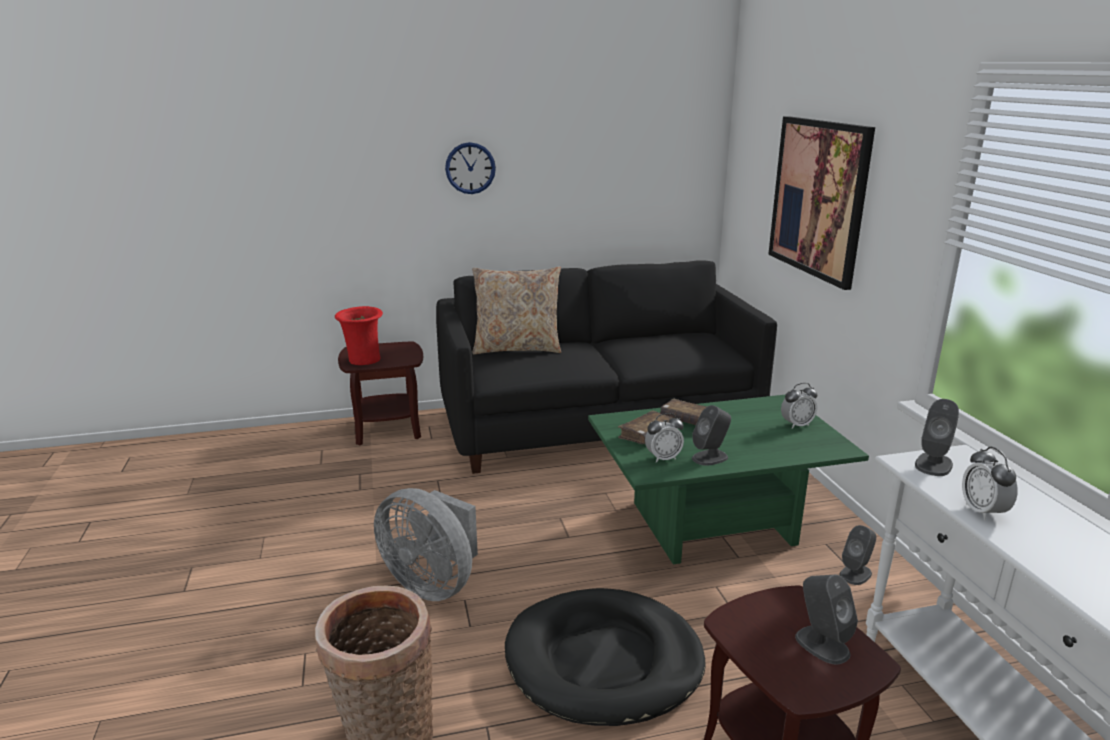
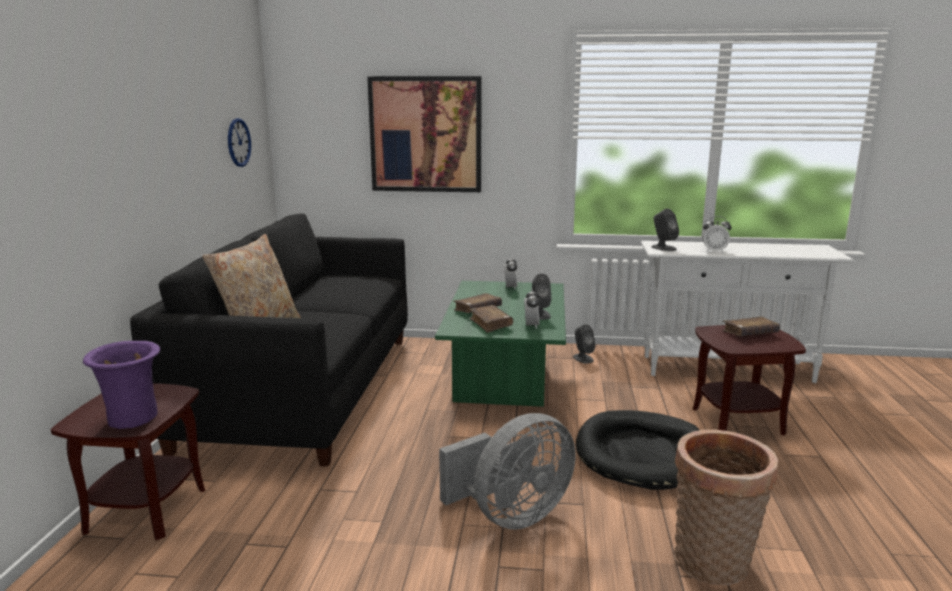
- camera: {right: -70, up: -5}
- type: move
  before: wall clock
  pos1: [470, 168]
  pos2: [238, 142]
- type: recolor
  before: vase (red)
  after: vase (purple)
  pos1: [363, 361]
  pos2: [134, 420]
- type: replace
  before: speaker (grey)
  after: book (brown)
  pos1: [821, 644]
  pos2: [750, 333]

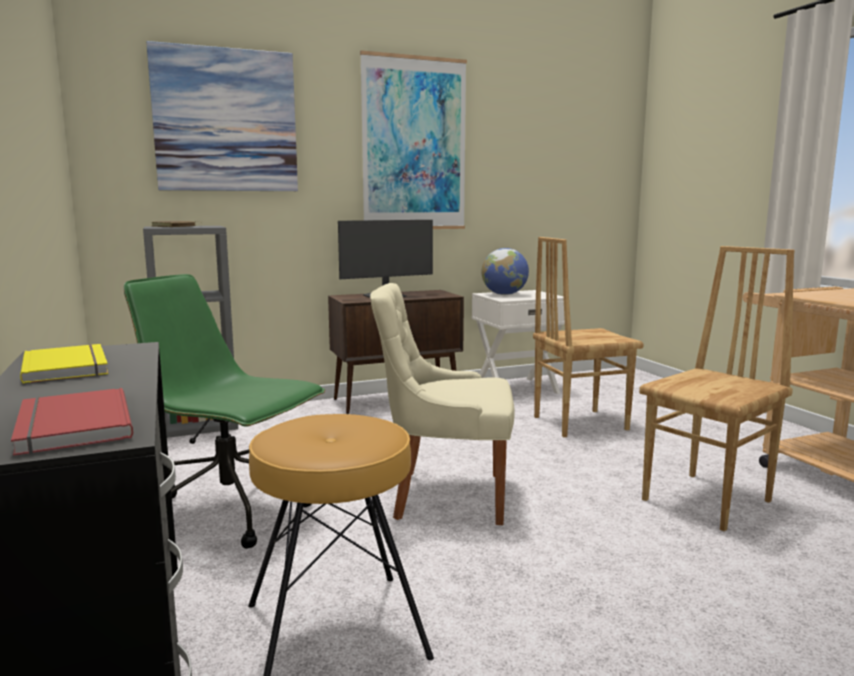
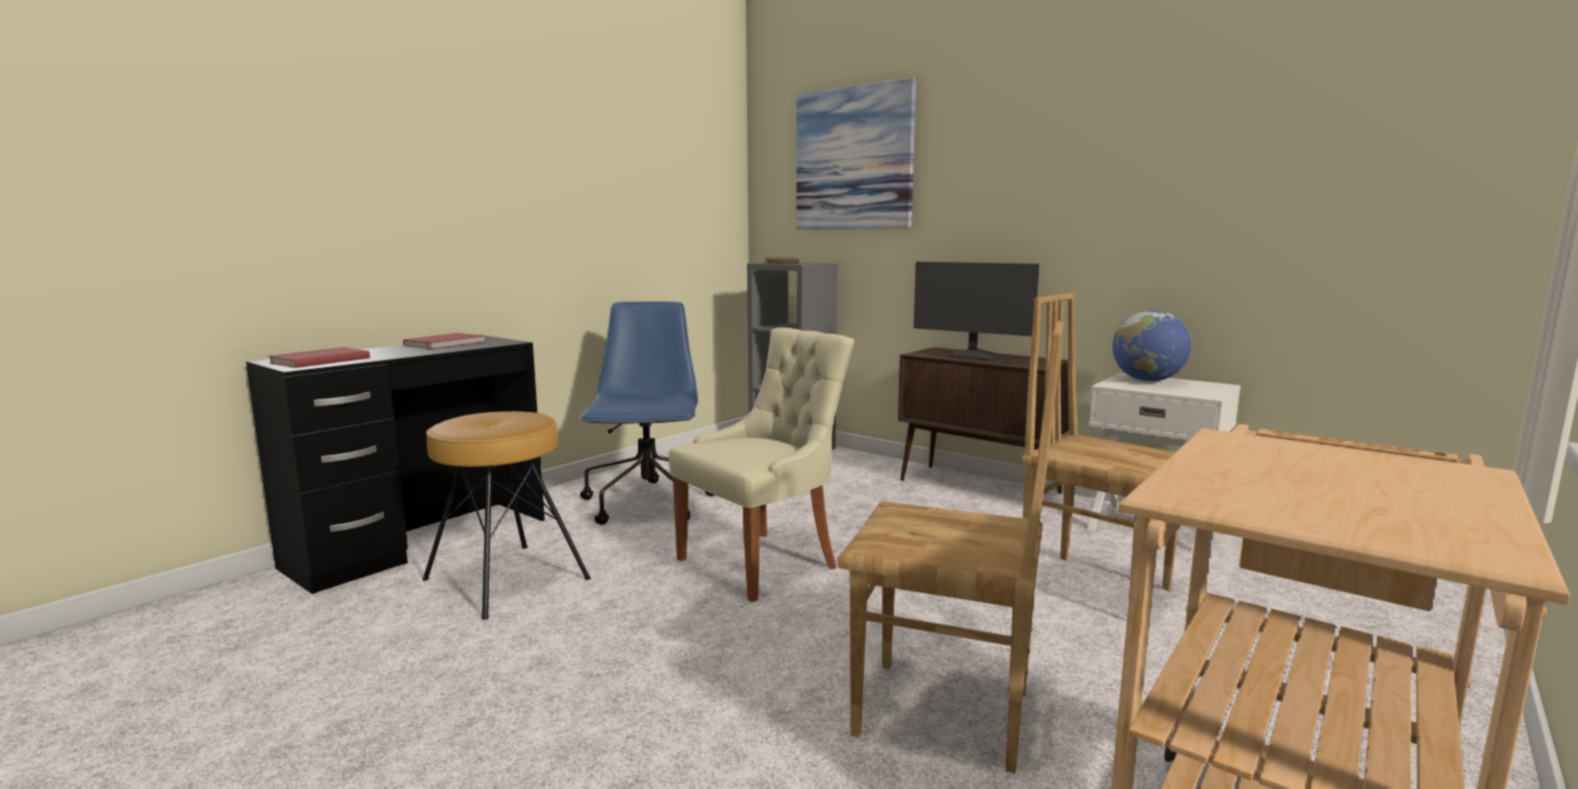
- camera: {right: 60, up: 0}
- type: delete
  before: picture
  pos1: [414, 144]
- type: recolor
  before: office chair (green)
  after: office chair (blue)
  pos1: [232, 513]
  pos2: [648, 504]
- type: rotate
  before: chair (beige)
  pos1: [444, 496]
  pos2: [762, 562]
  turn: 75
- type: recolor
  before: book (yellow)
  after: book (red)
  pos1: [69, 367]
  pos2: [447, 344]

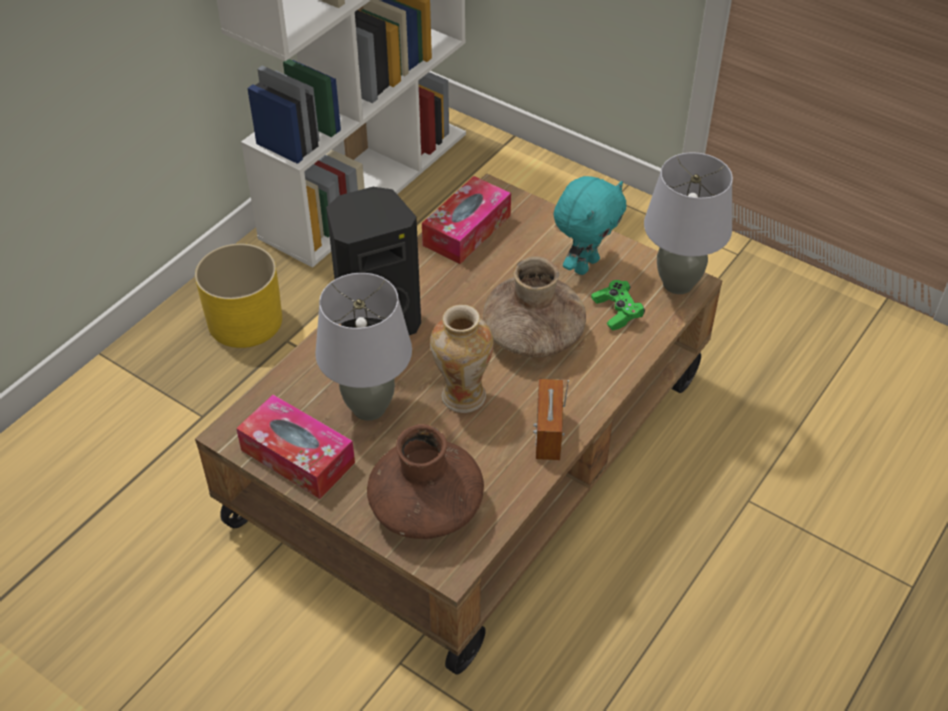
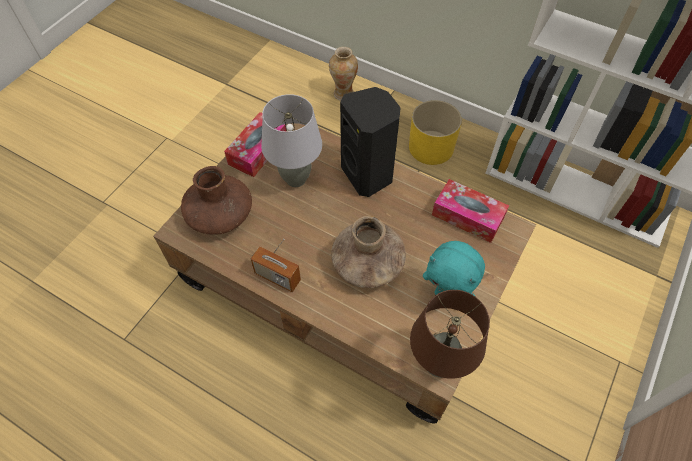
- camera: {right: 85, up: 10}
- type: recolor
  before: table lamp (grey)
  after: table lamp (brown)
  pos1: [678, 284]
  pos2: [438, 365]
- type: delete
  before: game controller (green)
  pos1: [617, 311]
- type: move
  before: vase
  pos1: [462, 396]
  pos2: [343, 93]
- type: rotate
  before: radio
  pos1: [548, 434]
  pos2: [277, 277]
  turn: -150

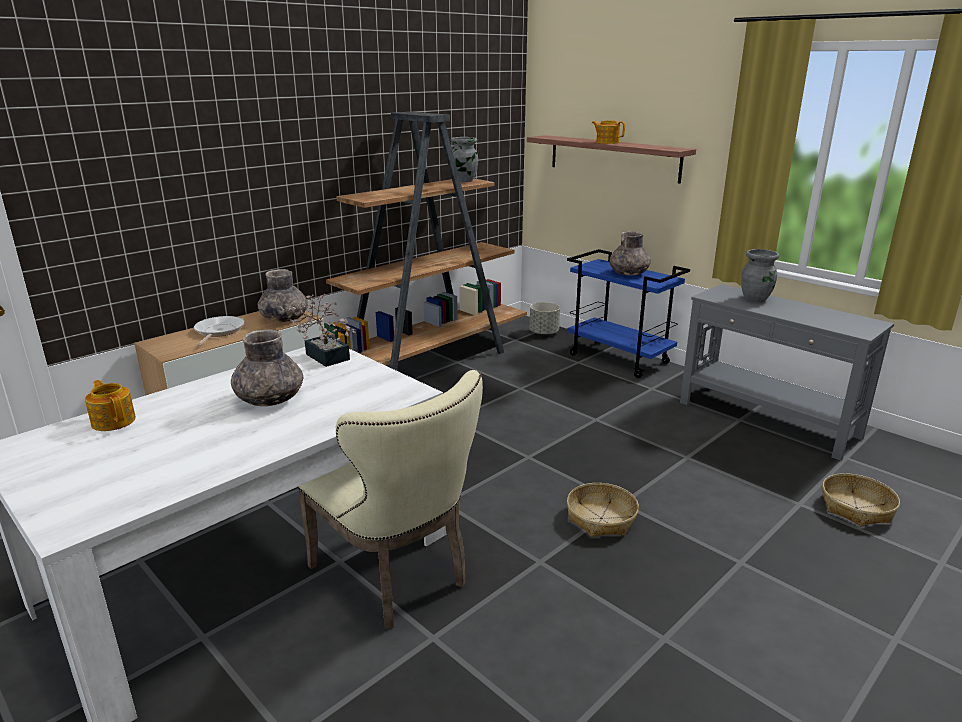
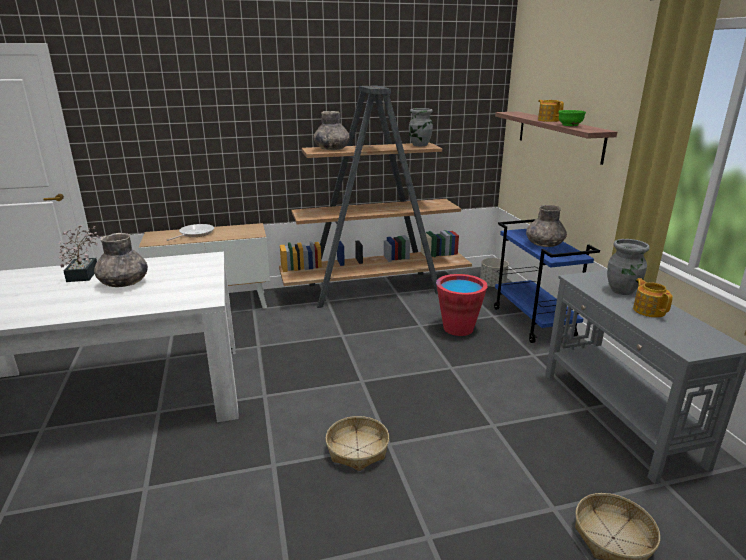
- camera: {right: 30, up: 0}
- type: move
  before: vase (grey)
  pos1: [284, 319]
  pos2: [332, 149]
- type: move
  before: potted plant
  pos1: [325, 355]
  pos2: [84, 273]
- type: delete
  before: chair (beige)
  pos1: [397, 577]
- type: move
  before: teapot
  pos1: [114, 421]
  pos2: [649, 310]
- type: insert
  after: bowl (green)
  pos2: [570, 125]
- type: insert
  after: bucket (red)
  pos2: [458, 328]

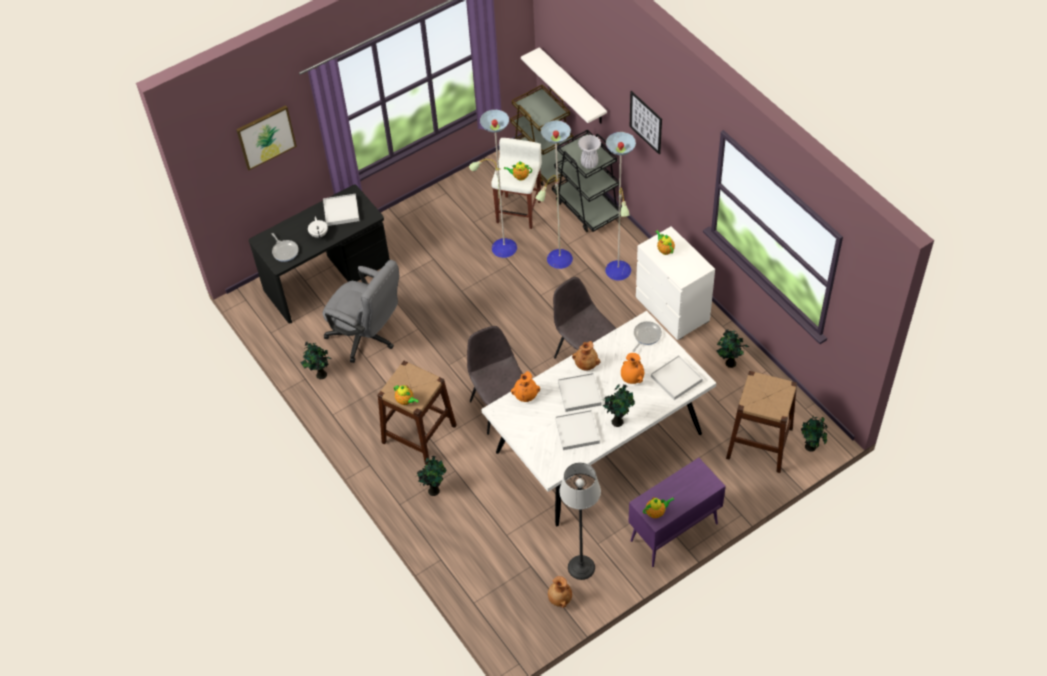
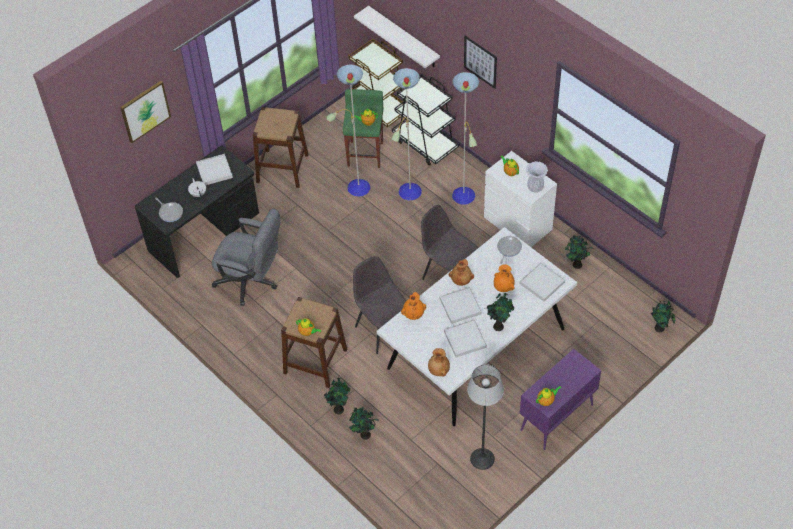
- camera: {right: -10, up: 0}
- type: move
  before: vase (white)
  pos1: [589, 164]
  pos2: [535, 188]
- type: recolor
  before: stool (white)
  after: stool (green)
  pos1: [519, 211]
  pos2: [365, 153]
- type: move
  before: potted plant
  pos1: [320, 375]
  pos2: [364, 435]
- type: move
  before: stool (brown)
  pos1: [759, 443]
  pos2: [282, 168]
- type: move
  before: vase (brown)
  pos1: [559, 599]
  pos2: [438, 370]

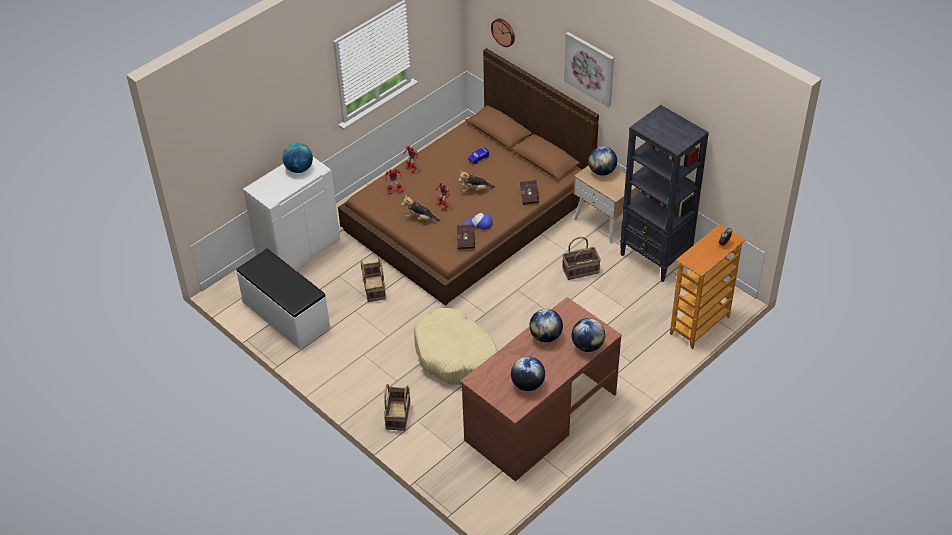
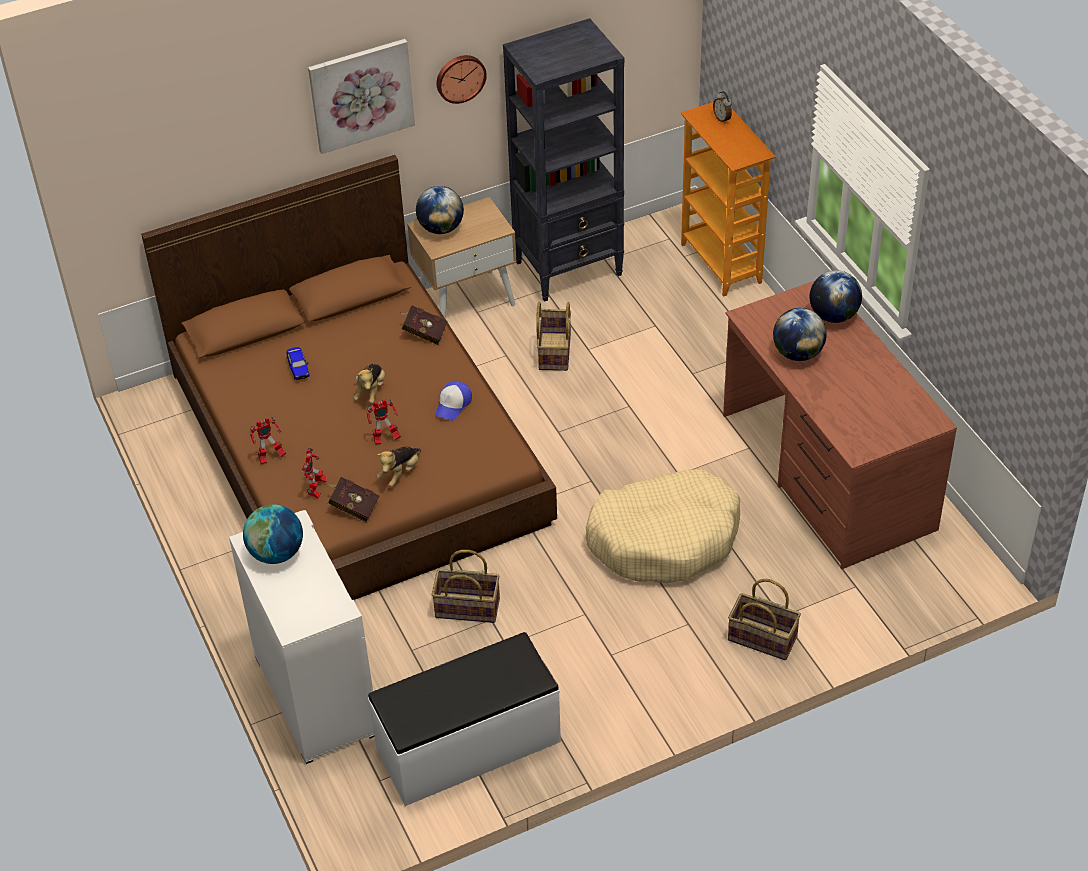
- camera: {right: -70, up: 0}
- type: move
  before: wall clock
  pos1: [504, 32]
  pos2: [460, 77]
- type: move
  before: book (red)
  pos1: [466, 241]
  pos2: [353, 506]
- type: delete
  before: globe
  pos1: [527, 384]

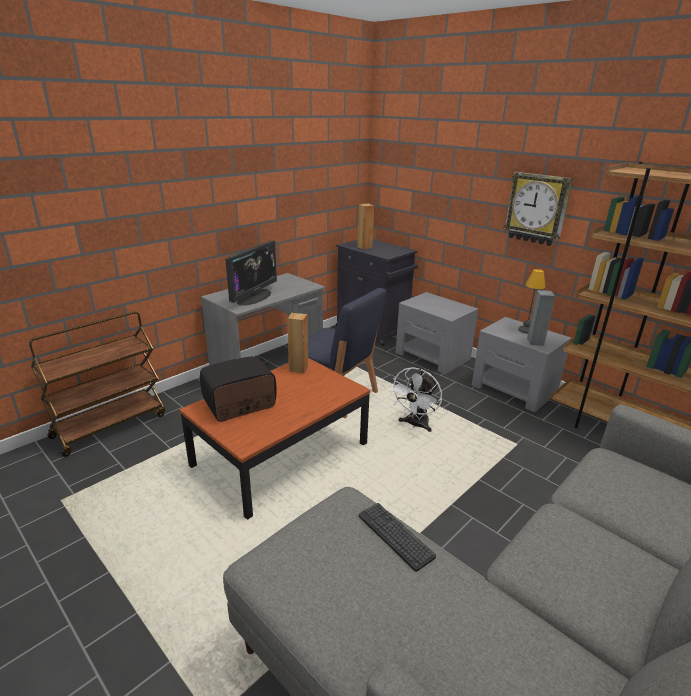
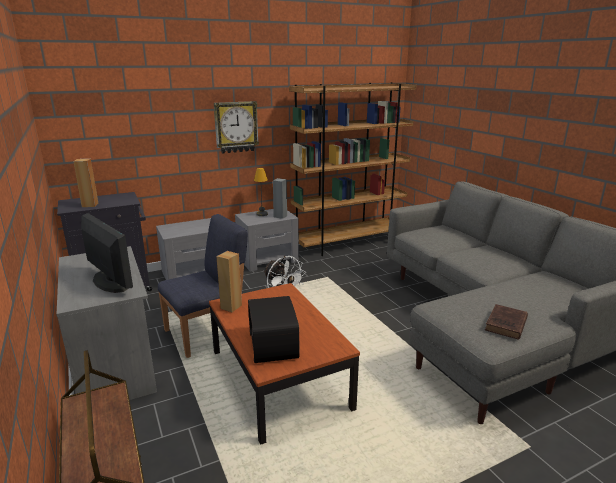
- camera: {right: -70, up: -5}
- type: delete
  before: keyboard
  pos1: [395, 536]
- type: insert
  after: book (brown)
  pos2: [505, 325]

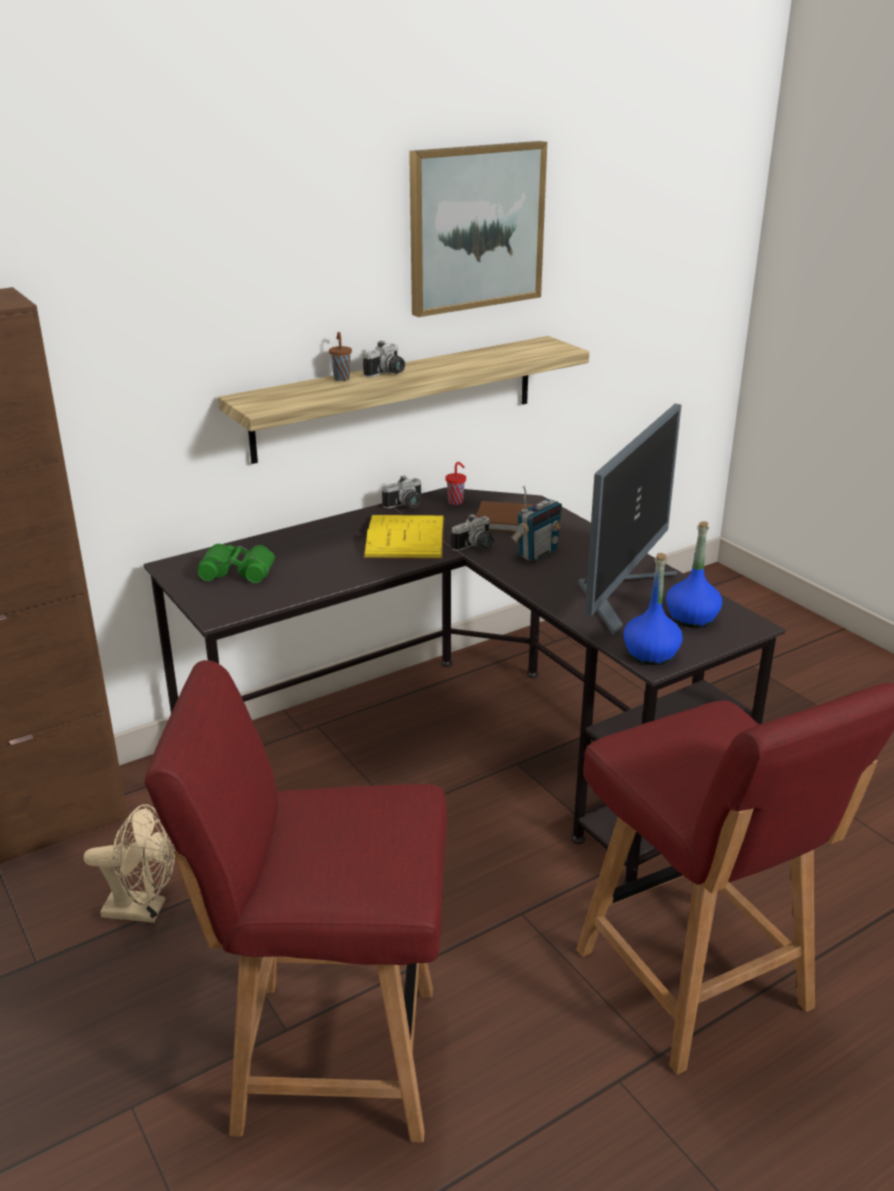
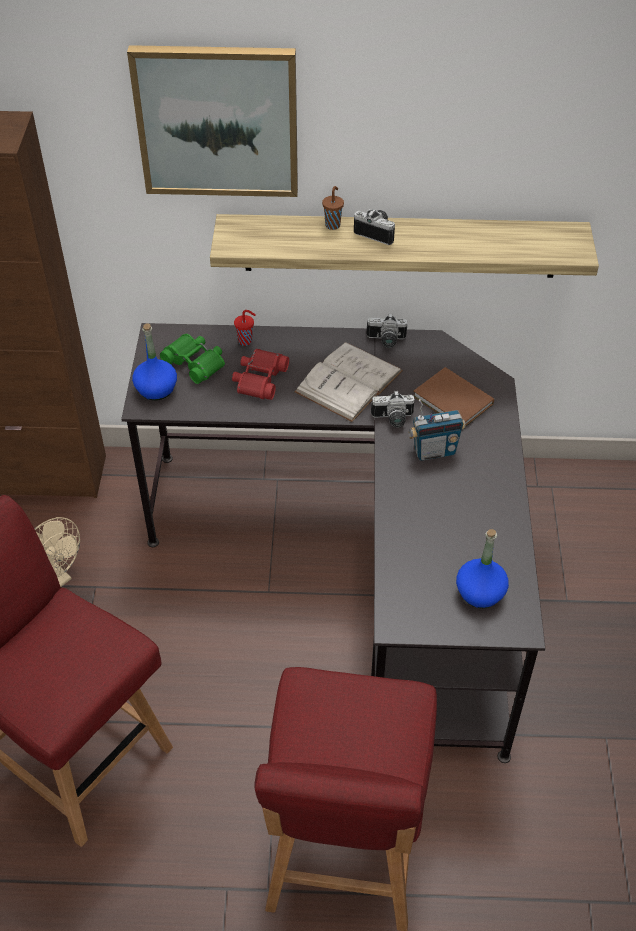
- camera: {right: 35, up: 20}
- type: move
  before: picture
  pos1: [475, 227]
  pos2: [217, 121]
- type: rotate
  before: photo camera
  pos1: [387, 373]
  pos2: [377, 232]
  turn: -135
- type: delete
  before: monitor
  pos1: [619, 593]
- type: move
  before: cup (red)
  pos1: [456, 502]
  pos2: [246, 341]
- type: recolor
  before: book (yellow)
  after: book (white)
  pos1: [405, 537]
  pos2: [349, 381]
- type: move
  before: bottle (blue)
  pos1: [651, 654]
  pos2: [156, 389]
- type: insert
  after: binoculars (red)
  pos2: [259, 379]

